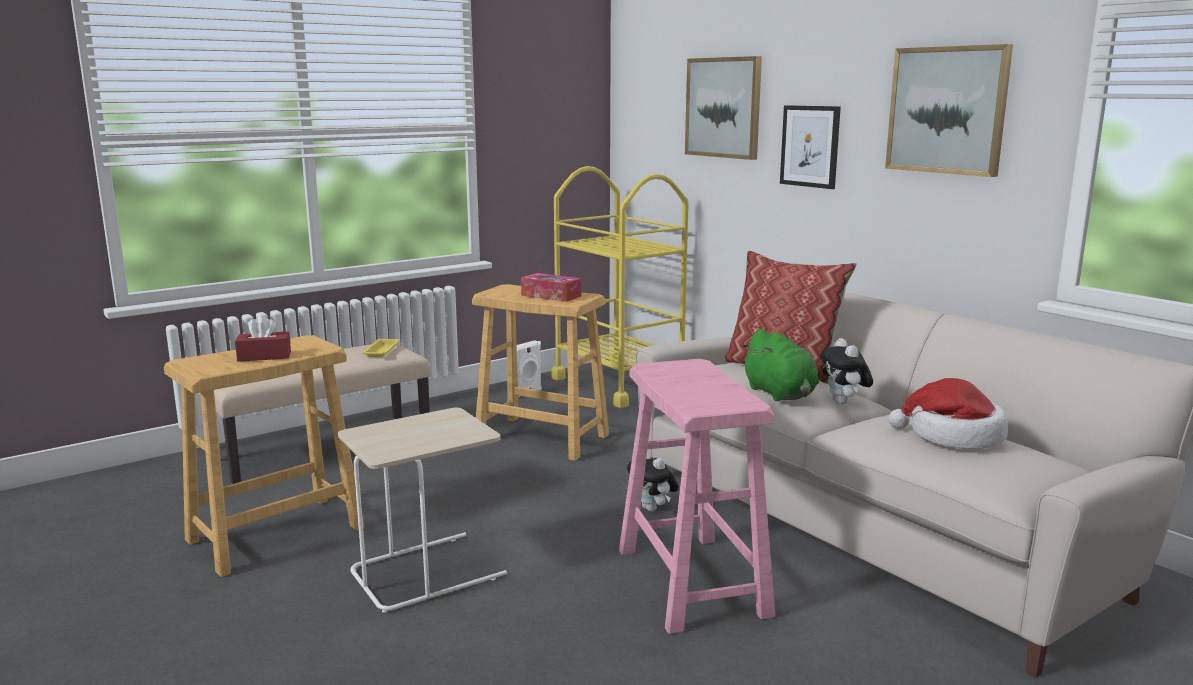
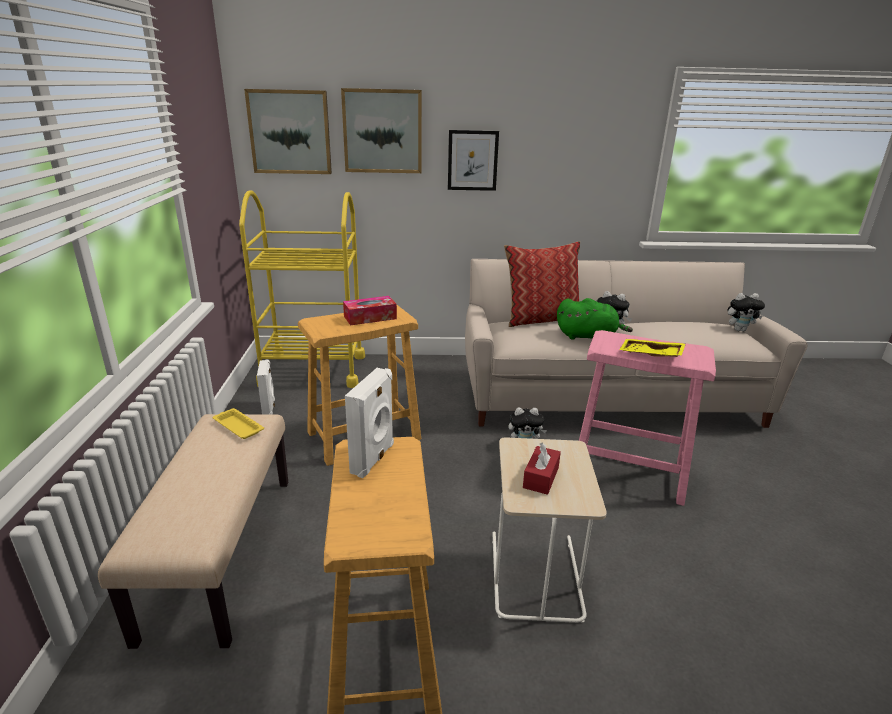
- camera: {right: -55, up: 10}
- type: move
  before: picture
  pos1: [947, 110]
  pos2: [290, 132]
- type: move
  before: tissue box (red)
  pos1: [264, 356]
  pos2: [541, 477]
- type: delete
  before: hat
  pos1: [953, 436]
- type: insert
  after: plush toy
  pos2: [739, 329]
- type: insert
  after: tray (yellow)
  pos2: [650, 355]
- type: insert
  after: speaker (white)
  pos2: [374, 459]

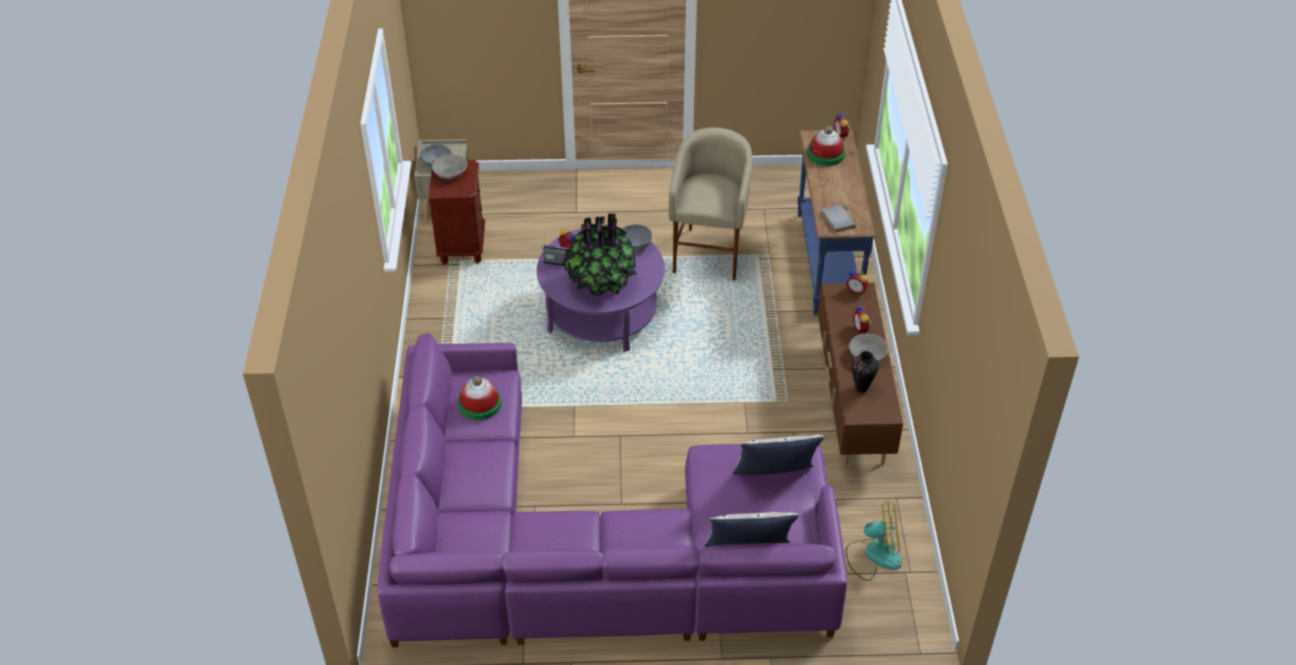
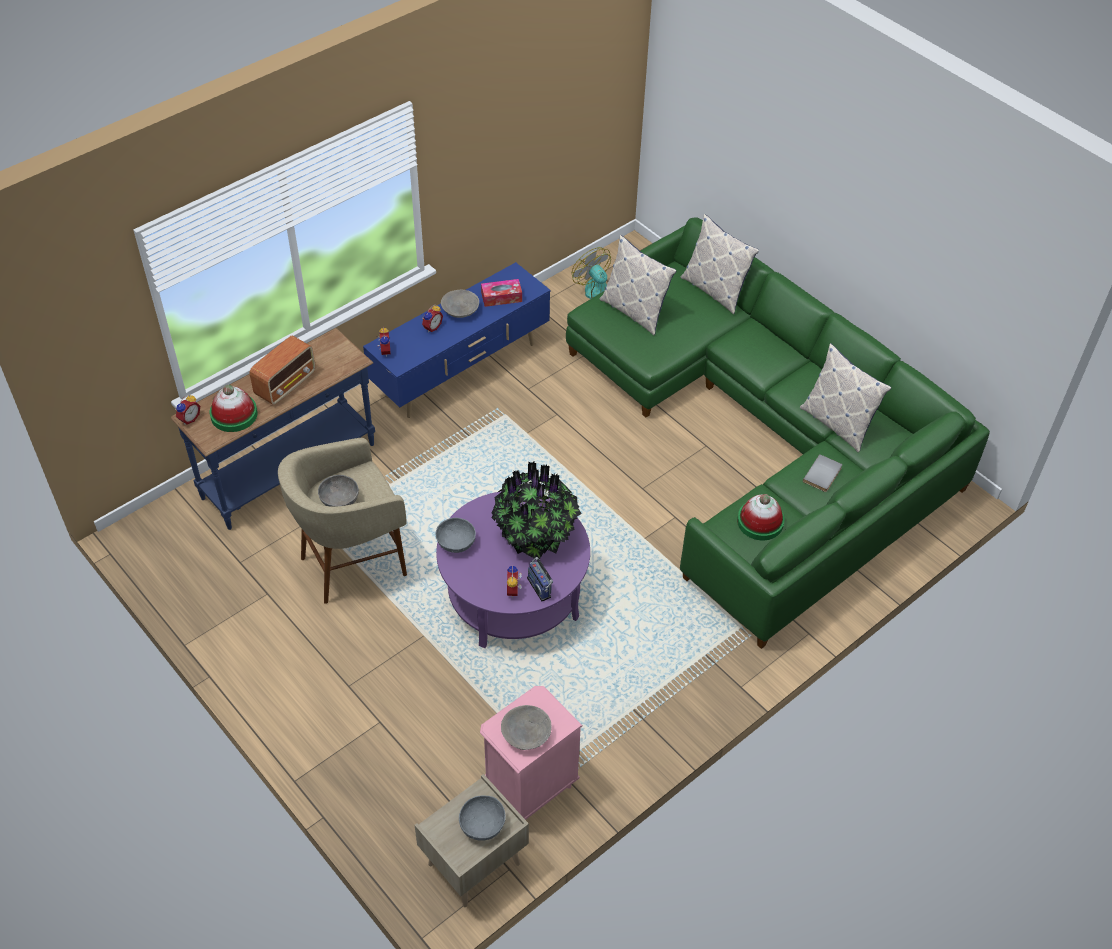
- camera: {right: -130, up: 5}
- type: recolor
  before: nightstand (brown)
  after: nightstand (pink)
  pos1: [462, 246]
  pos2: [529, 788]
- type: move
  before: book (grey)
  pos1: [836, 220]
  pos2: [823, 475]
- type: recolor
  before: tv stand (brown)
  after: tv stand (blue)
  pos1: [852, 403]
  pos2: [462, 371]
- type: recolor
  before: sofa (purple)
  after: sofa (green)
  pos1: [589, 548]
  pos2: [764, 438]
- type: replace
  before: vase
  after: tissue box
  pos1: [861, 388]
  pos2: [501, 297]
- type: insert
  after: radio
  pos2: [286, 384]
- type: insert
  after: pillow
  pos2: [837, 423]
- type: insert
  after: bowl (grey)
  pos2: [339, 500]

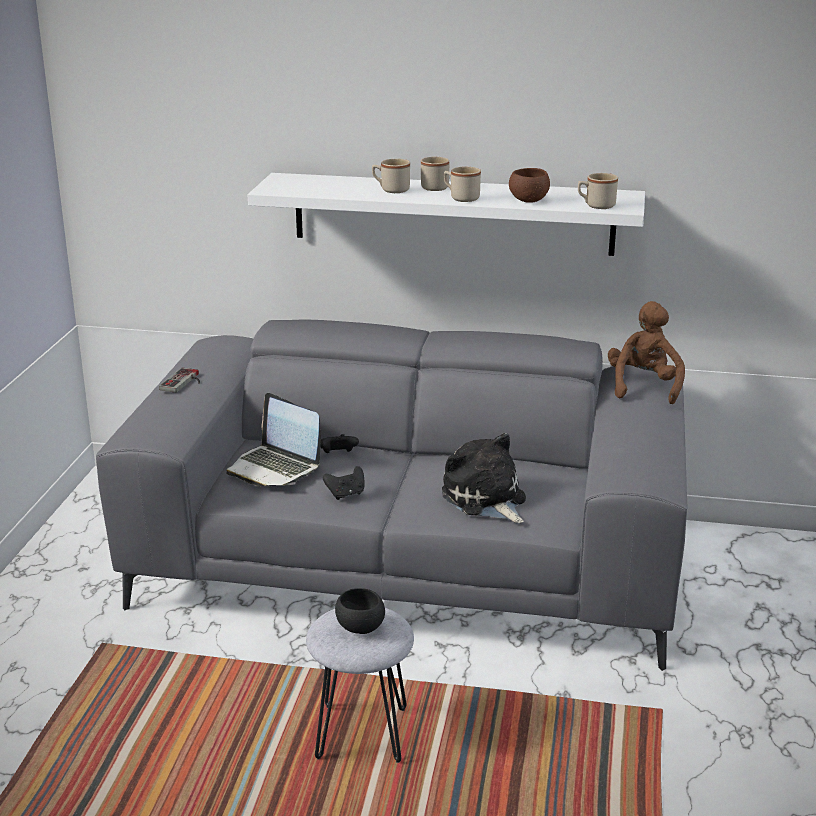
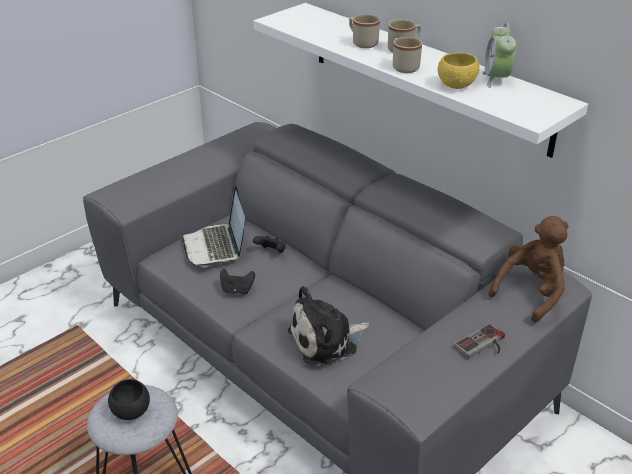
- camera: {right: 35, up: 10}
- type: recolor
  before: bowl (brown)
  after: bowl (yellow)
  pos1: [528, 200]
  pos2: [456, 85]
- type: delete
  before: mug (beige)
  pos1: [596, 206]
- type: move
  before: game controller
  pos1: [184, 382]
  pos2: [483, 346]
- type: rotate
  before: plush toy
  pos1: [485, 499]
  pos2: [327, 341]
  turn: -120
- type: insert
  after: alarm clock
  pos2: [496, 79]

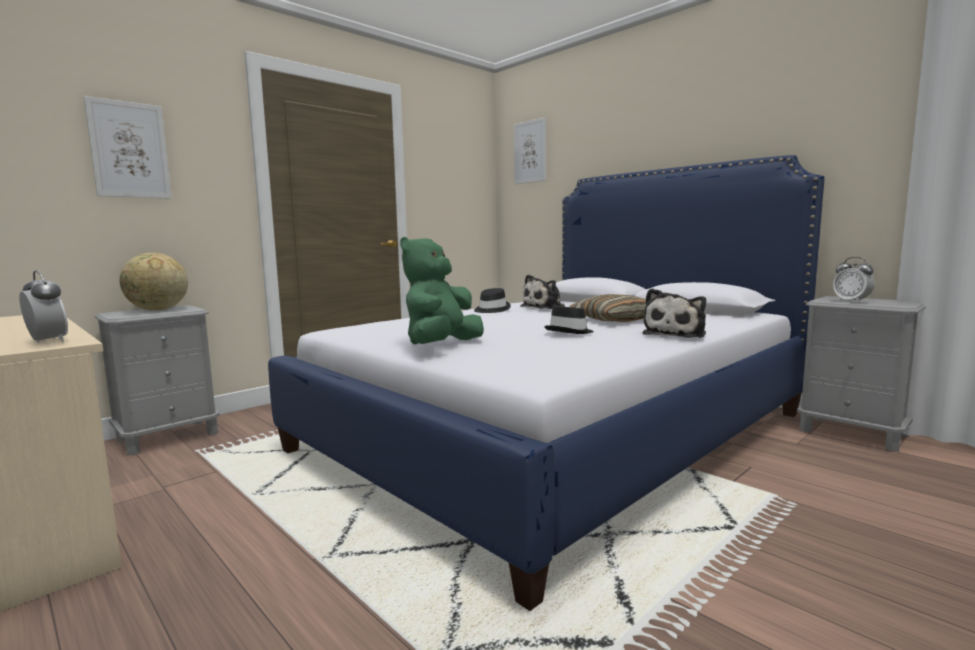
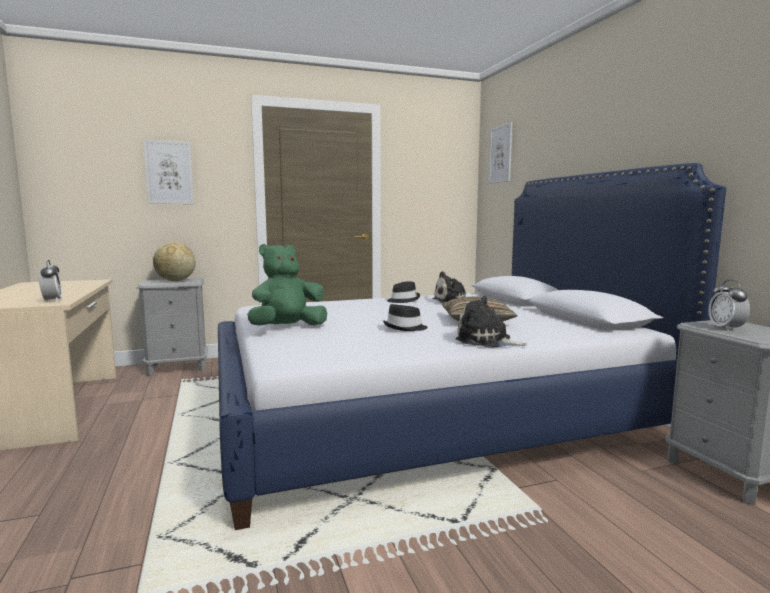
- camera: {right: 25, up: 0}
- type: rotate
  before: plush toy
  pos1: [676, 334]
  pos2: [486, 341]
  turn: 60

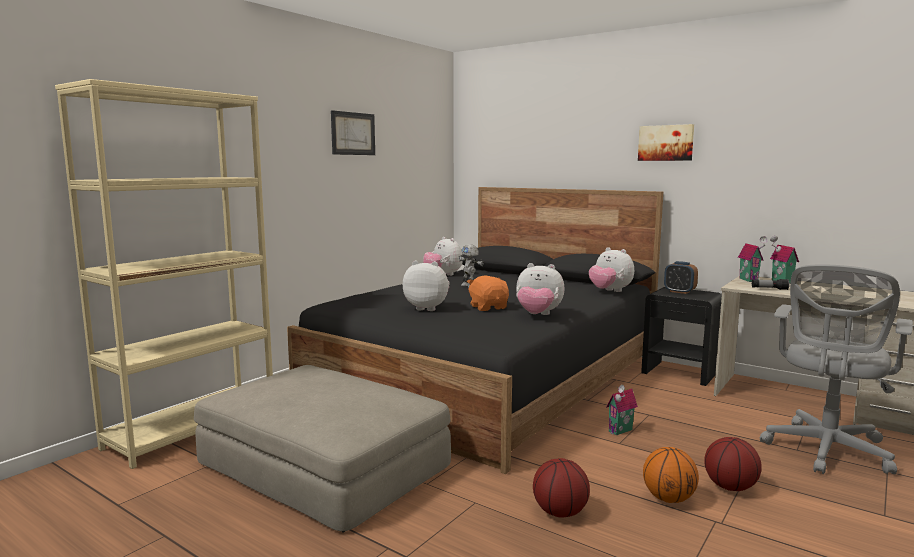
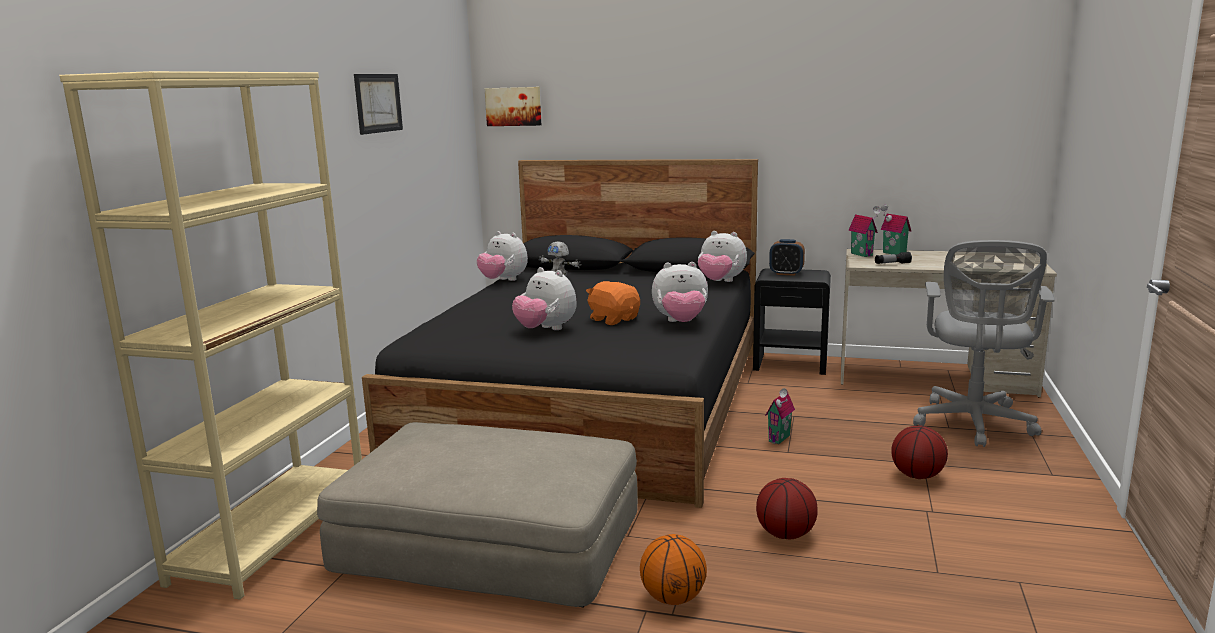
- camera: {right: -20, up: 5}
- type: move
  before: picture
  pos1: [666, 143]
  pos2: [514, 106]
- type: rotate
  before: plush toy
  pos1: [427, 308]
  pos2: [546, 330]
  turn: -135
- type: move
  before: basketball
  pos1: [668, 499]
  pos2: [673, 598]

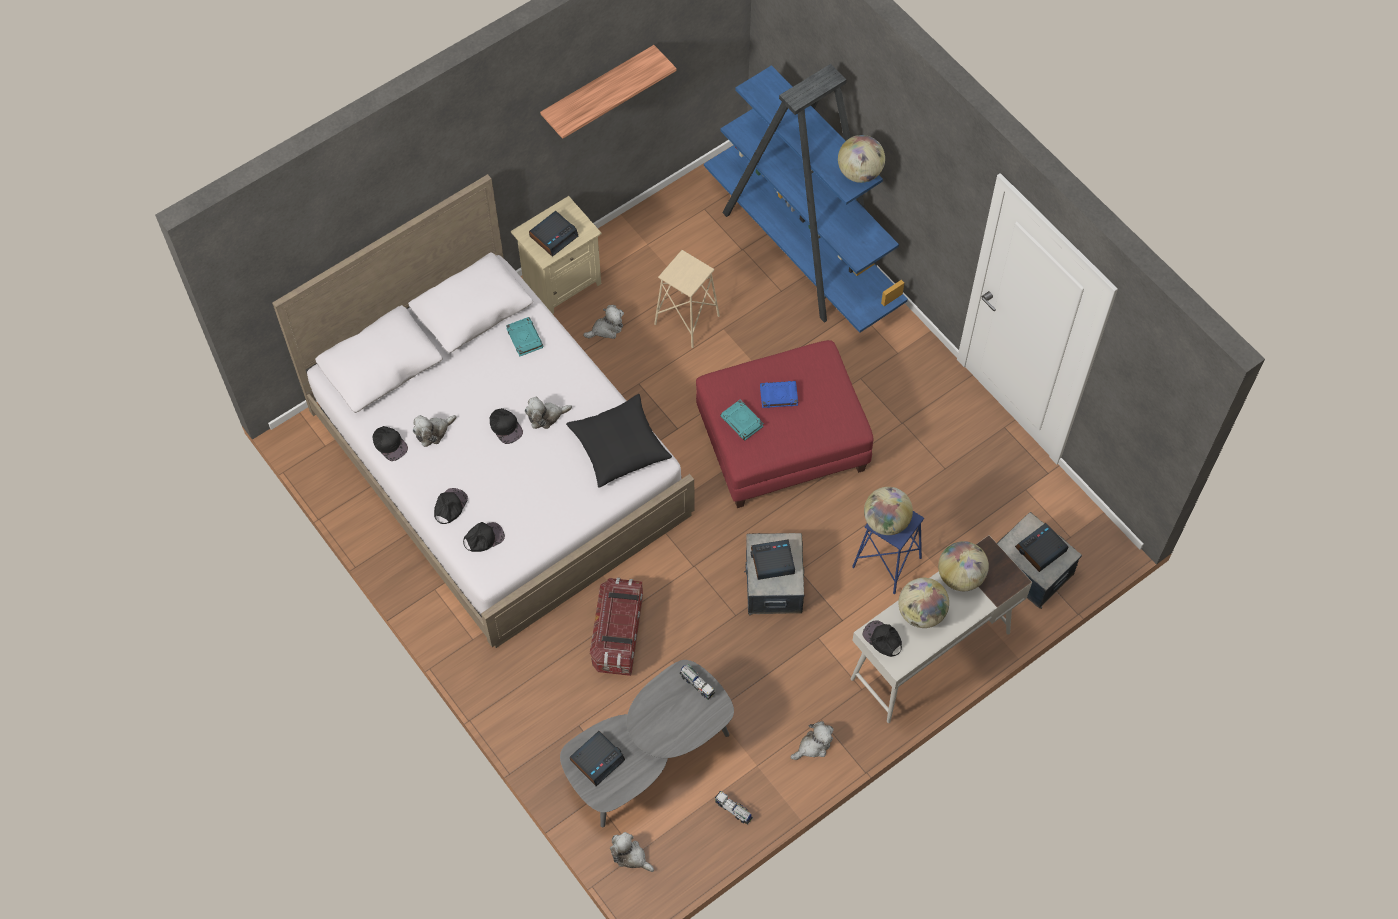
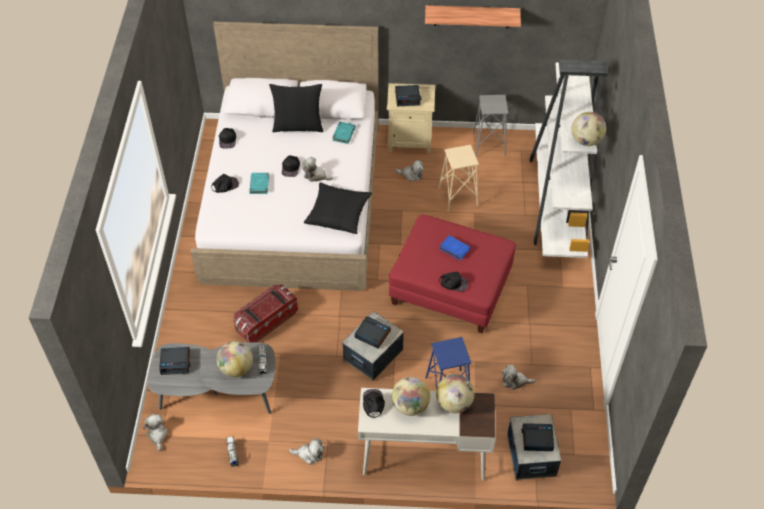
- camera: {right: 40, up: -10}
- type: recolor
  before: bookcase (blue)
  after: bookcase (white)
  pos1: [803, 250]
  pos2: [557, 203]
- type: move
  before: book (turquoise)
  pos1: [742, 422]
  pos2: [259, 185]
- type: move
  before: plush toy
  pos1: [433, 432]
  pos2: [515, 381]
- type: move
  before: globe
  pos1: [886, 521]
  pos2: [236, 368]
- type: move
  before: cap (black)
  pos1: [483, 538]
  pos2: [453, 283]
- type: insert
  after: pillow (black)
  pos2: [298, 126]
- type: insert
  after: stool (grey)
  pos2: [489, 145]

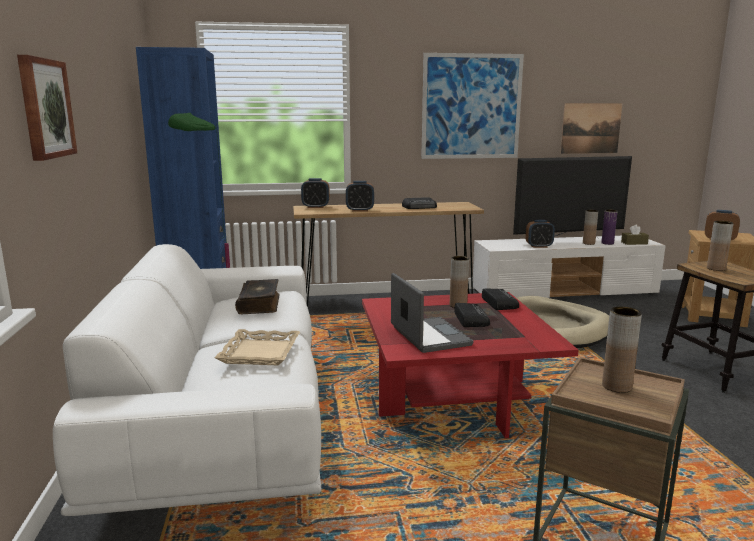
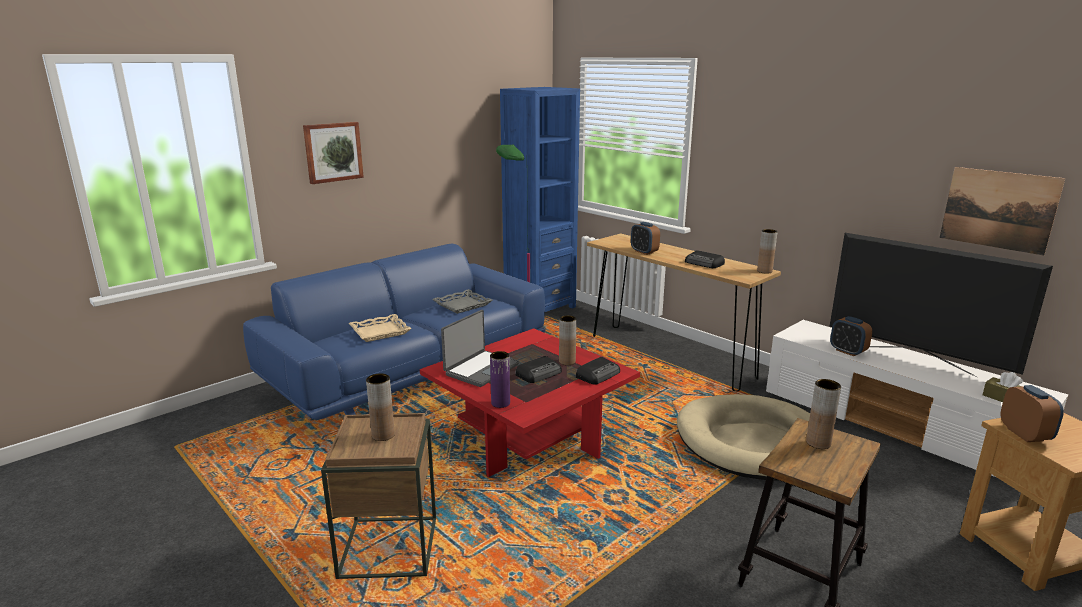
- camera: {right: 55, up: 5}
- type: delete
  before: picture
  pos1: [471, 107]
- type: delete
  before: alarm clock
  pos1: [315, 207]
- type: move
  before: vase (brown)
  pos1: [588, 243]
  pos2: [764, 271]
- type: move
  before: vase (purple)
  pos1: [607, 243]
  pos2: [500, 403]
- type: recolor
  before: sofa (white)
  after: sofa (blue)
  pos1: [225, 420]
  pos2: [410, 375]
- type: replace
  before: book
  after: tray (grey)
  pos1: [260, 304]
  pos2: [462, 305]

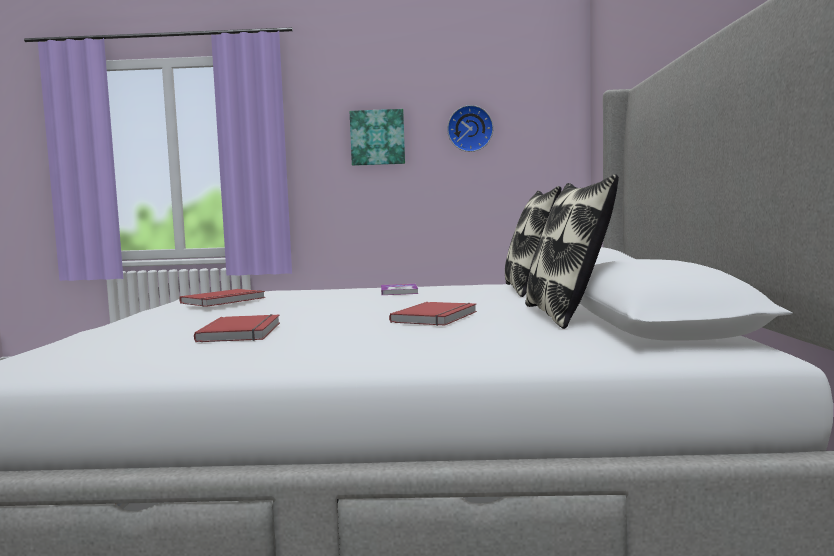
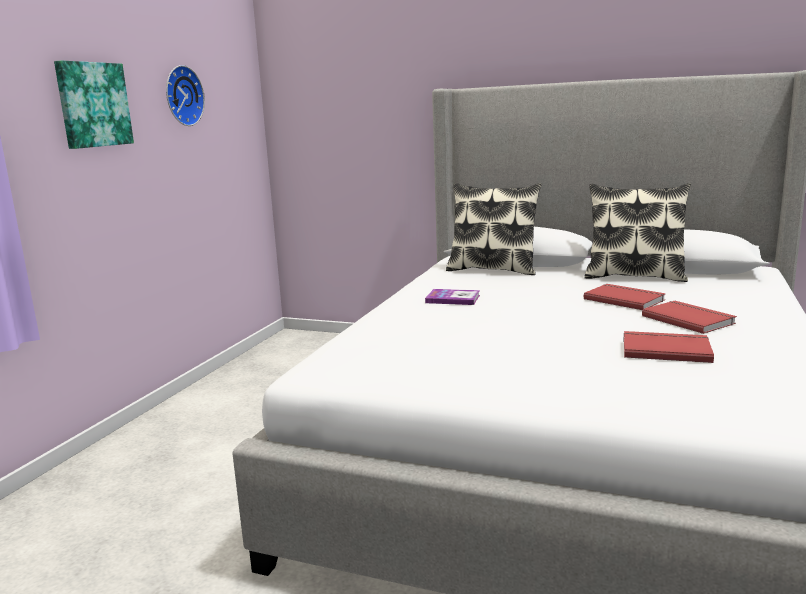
- camera: {right: -70, up: 10}
- type: move
  before: book (red)
  pos1: [225, 301]
  pos2: [689, 319]

